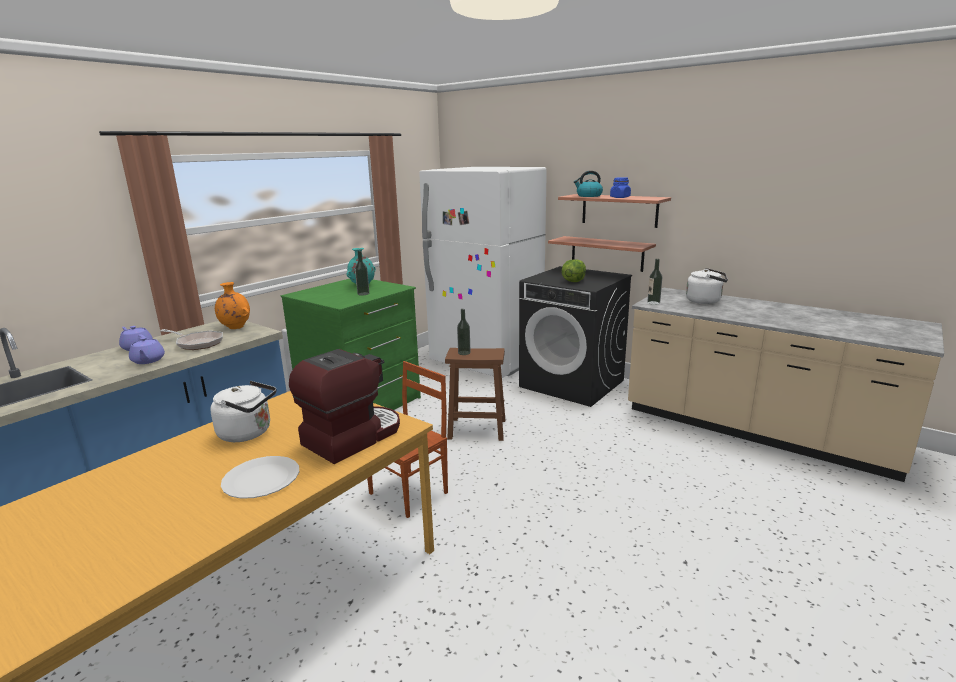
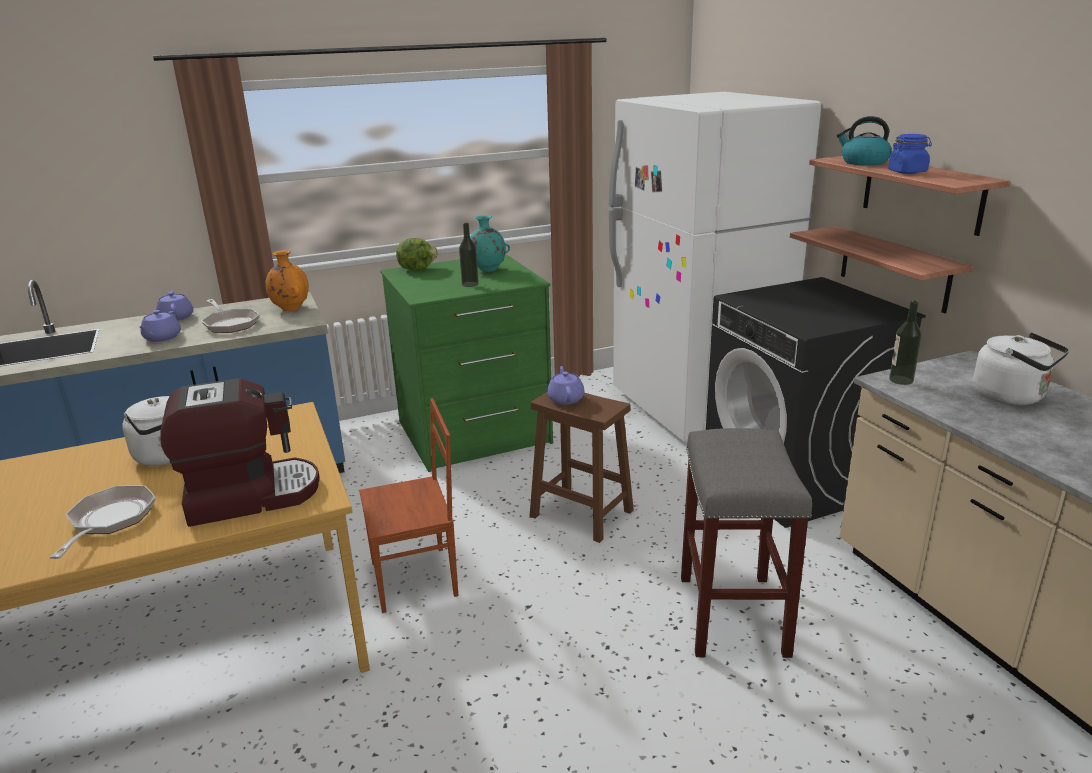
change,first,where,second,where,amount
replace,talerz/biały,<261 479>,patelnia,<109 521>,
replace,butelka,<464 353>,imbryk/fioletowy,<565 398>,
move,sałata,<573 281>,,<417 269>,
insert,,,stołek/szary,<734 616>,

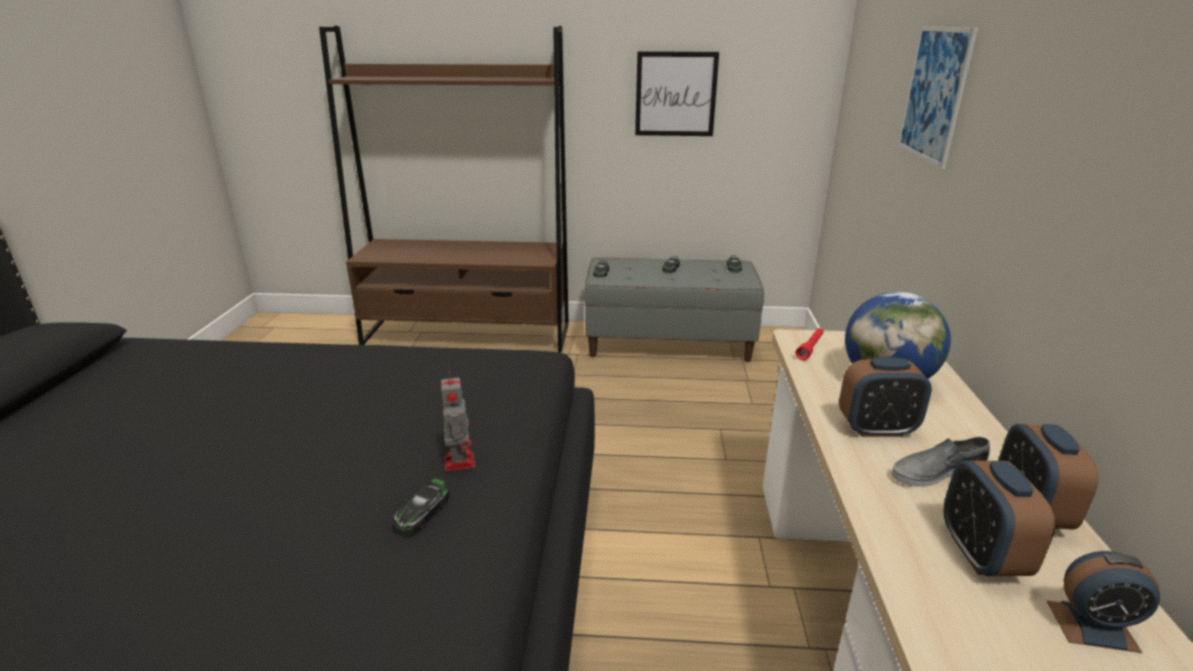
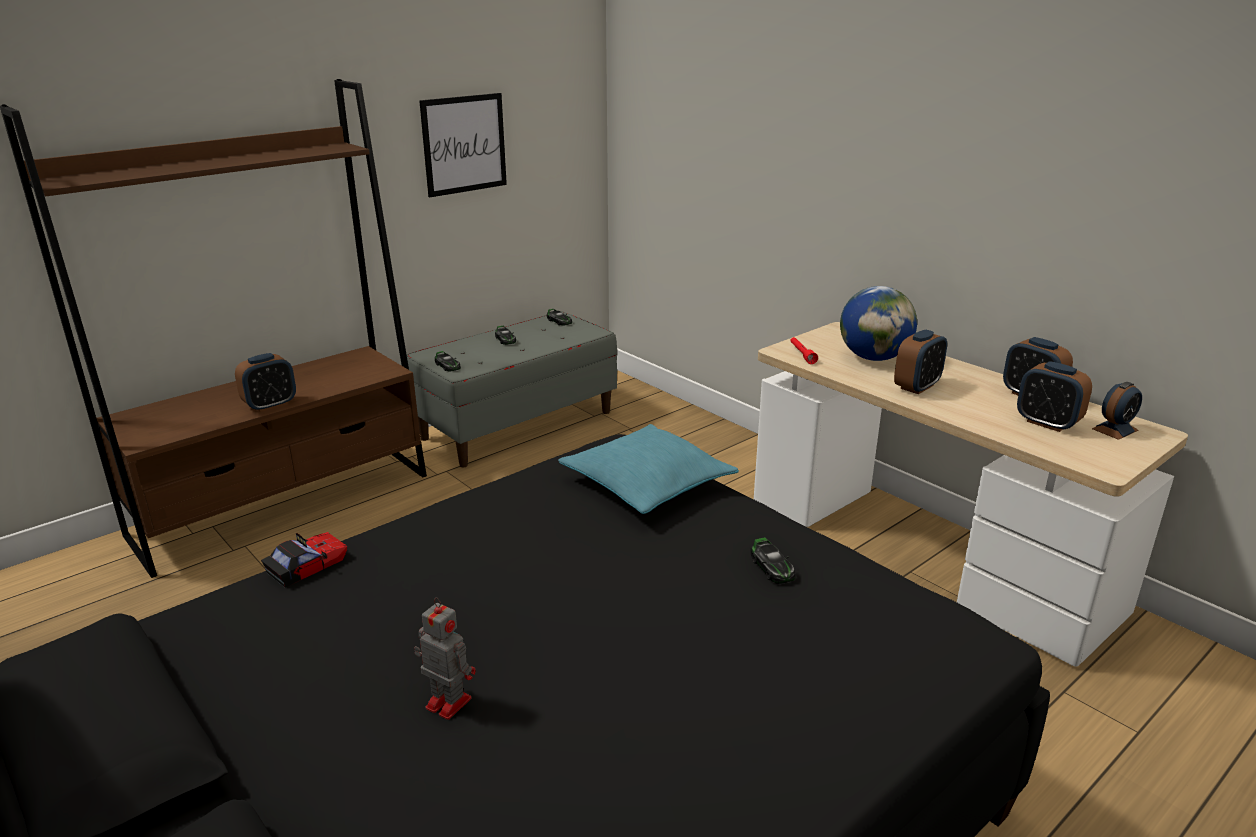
change,first,where,second,where,amount
move,robot zabawkowy,<459 461>,,<446 702>,
delete,but/szary,<936 471>,,,
delete,obraz,<934 94>,,,
insert,,,budzik,<270 405>,
insert,,,samochodzik,<306 565>,
insert,,,poduszka/turkusowy,<647 483>,

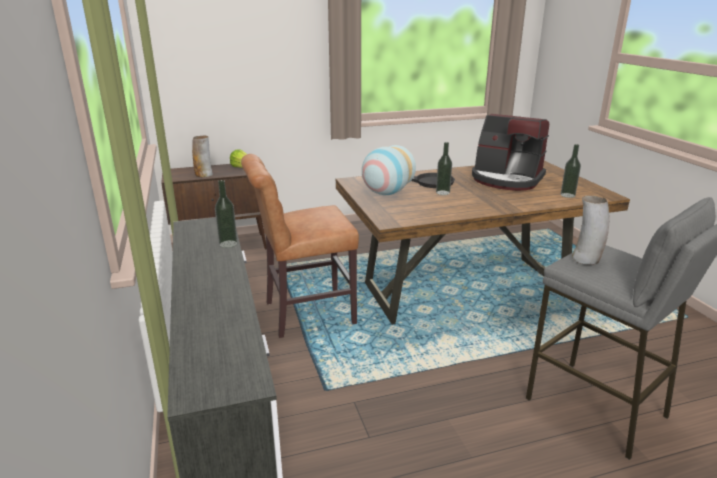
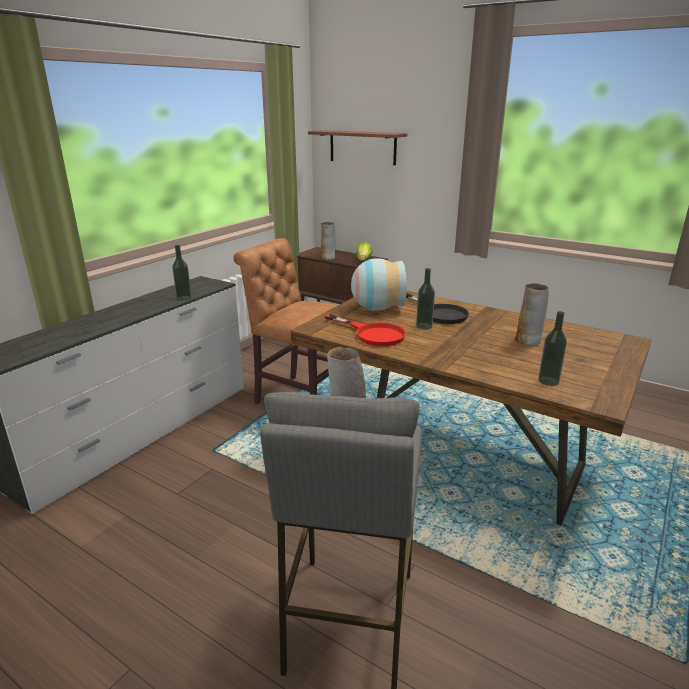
change,first,where,second,where,amount
replace,ekspres do kawy,<506 179>,wazon,<528 340>,
insert,,,półka,<362 147>,
insert,,,patelnia/czerwony,<373 334>,

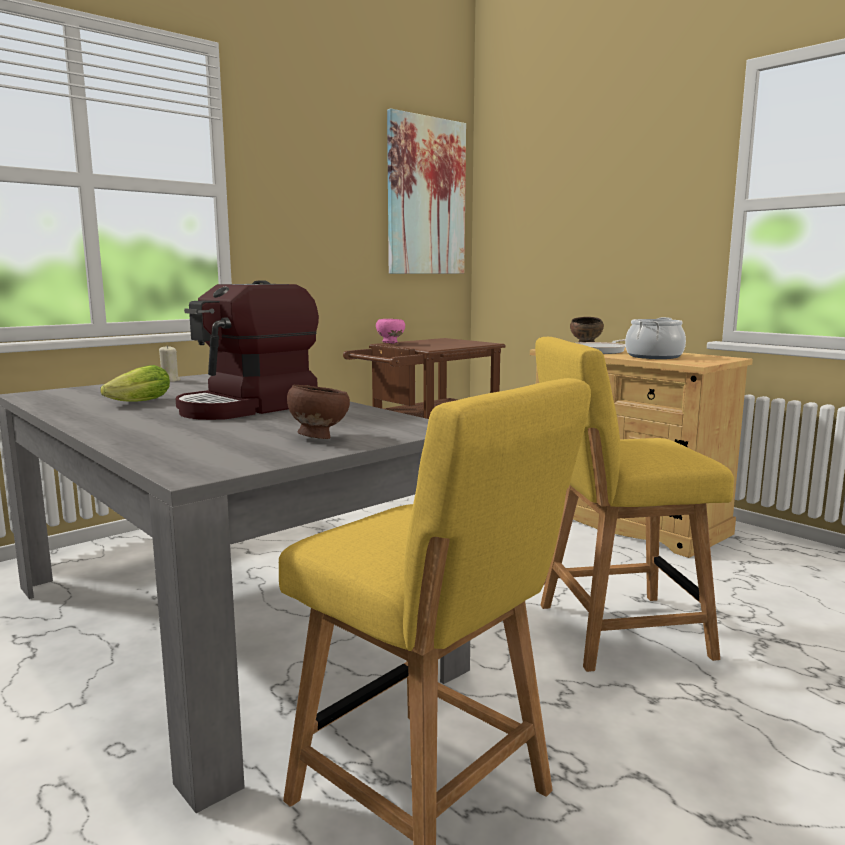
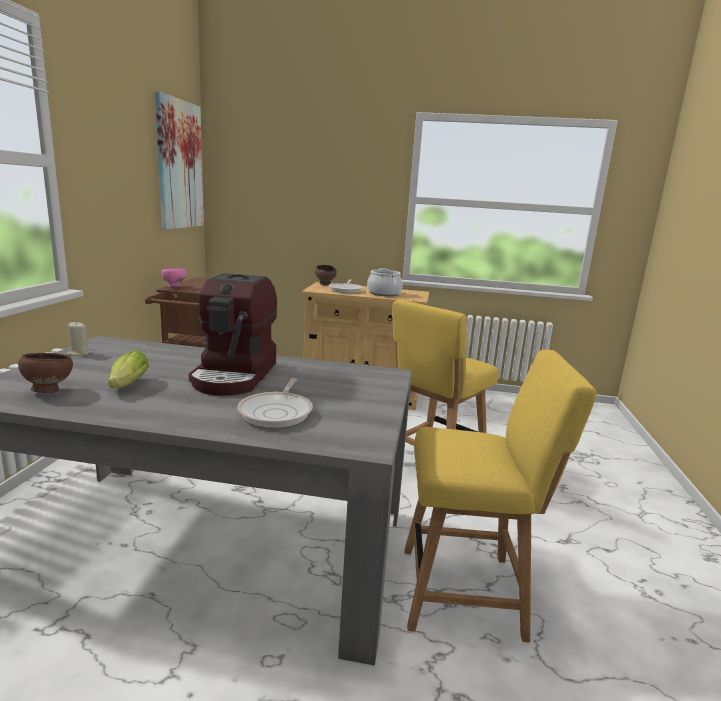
change,first,where,second,where,amount
move,miska/brązowy,<318 438>,,<48 391>,
insert,,,patelnia,<277 412>,

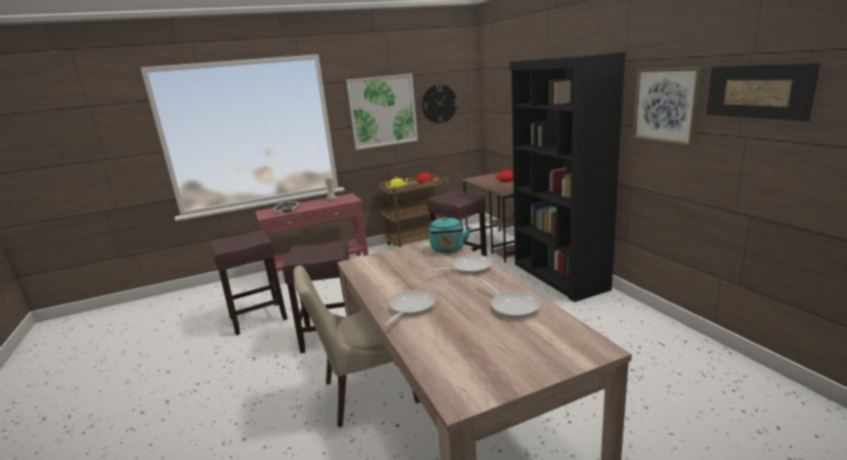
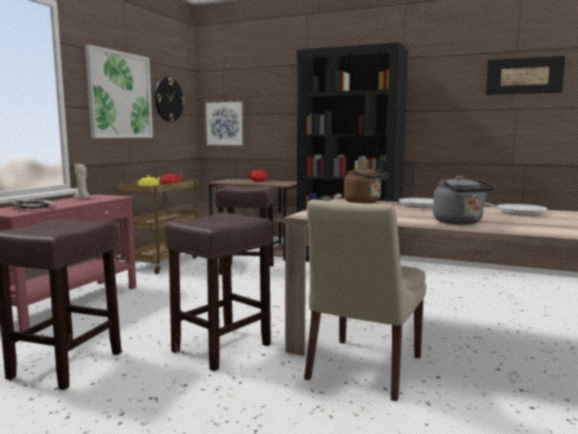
change,first,where,second,where,amount
replace,patelnia,<410 308>,czajnik/szary,<460 223>,
recolor,czajnik/turkusowy,<448 250>,czajnik/brązowy,<364 202>,
move,obraz,<665 105>,,<224 123>,

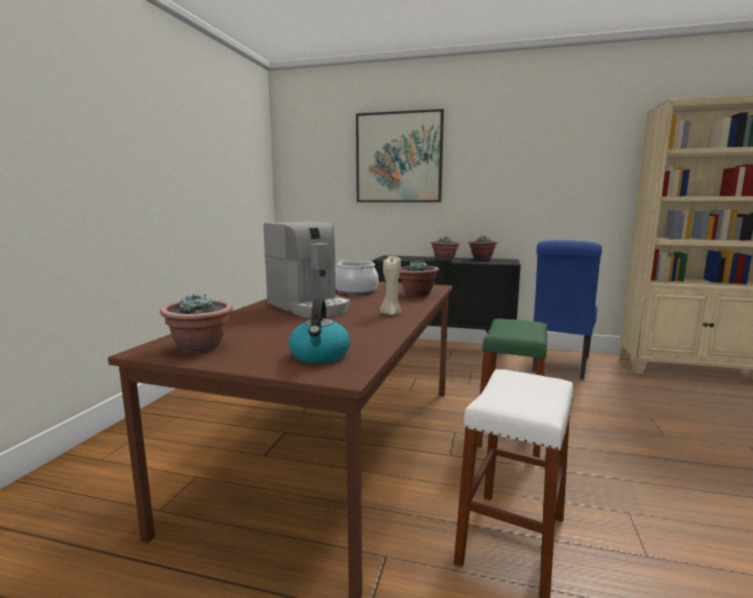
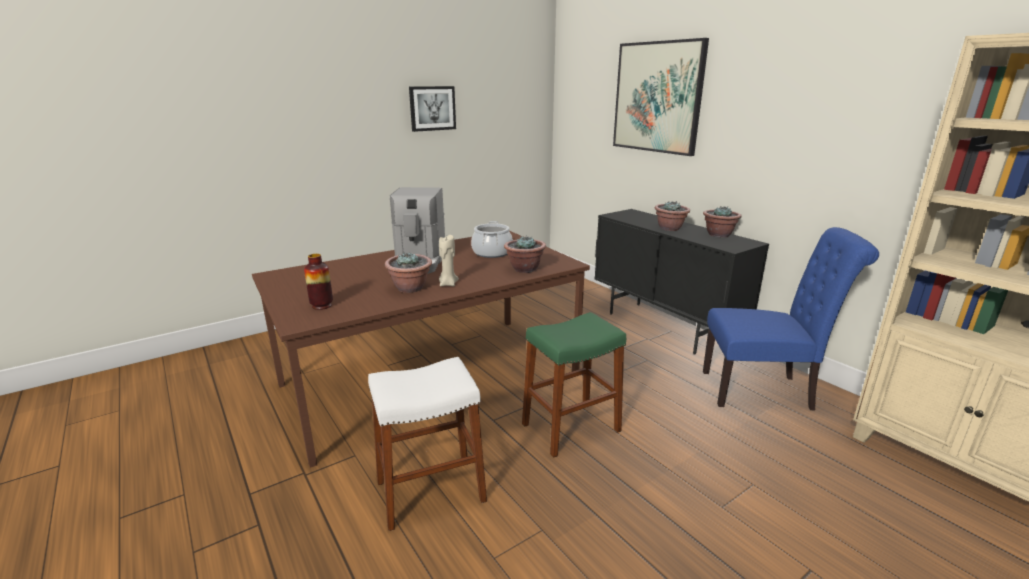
change,first,where,second,where,amount
move,roślina doniczkowa,<200 347>,,<410 288>,
replace,czajnik,<320 355>,wazon,<322 306>,
rotate,krzesło/niebieski,<559 365>,,<763 391>,150 degrees counterclockwise
insert,,,obraz,<432 108>,

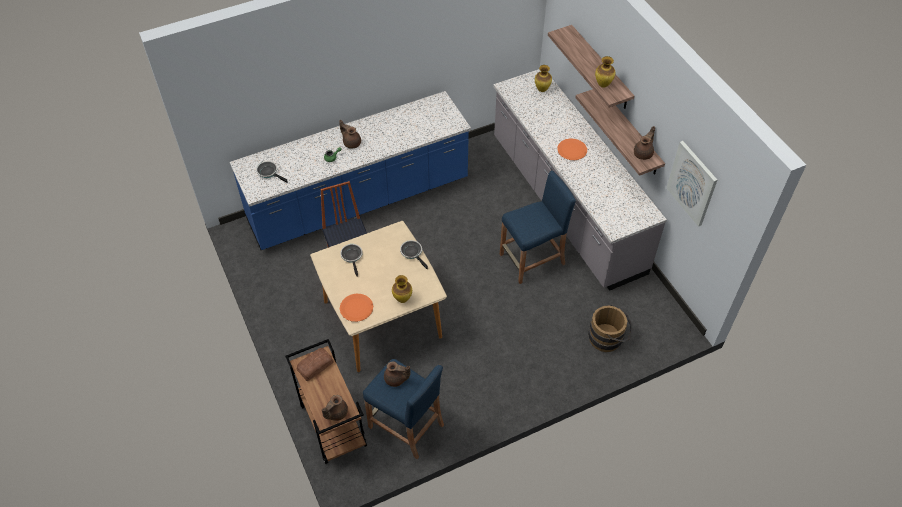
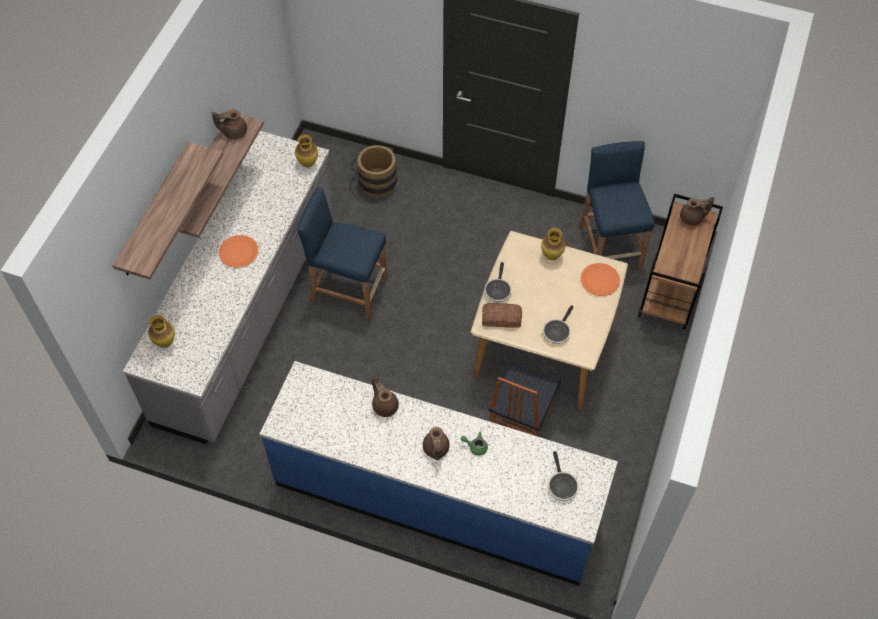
change,first,where,second,where,amount
move,chleb,<314 366>,,<502 319>,
move,imbryk/brązowy,<396 379>,,<385 405>,
move,wazon,<603 85>,,<308 164>,
delete,obraz,<692 183>,,,

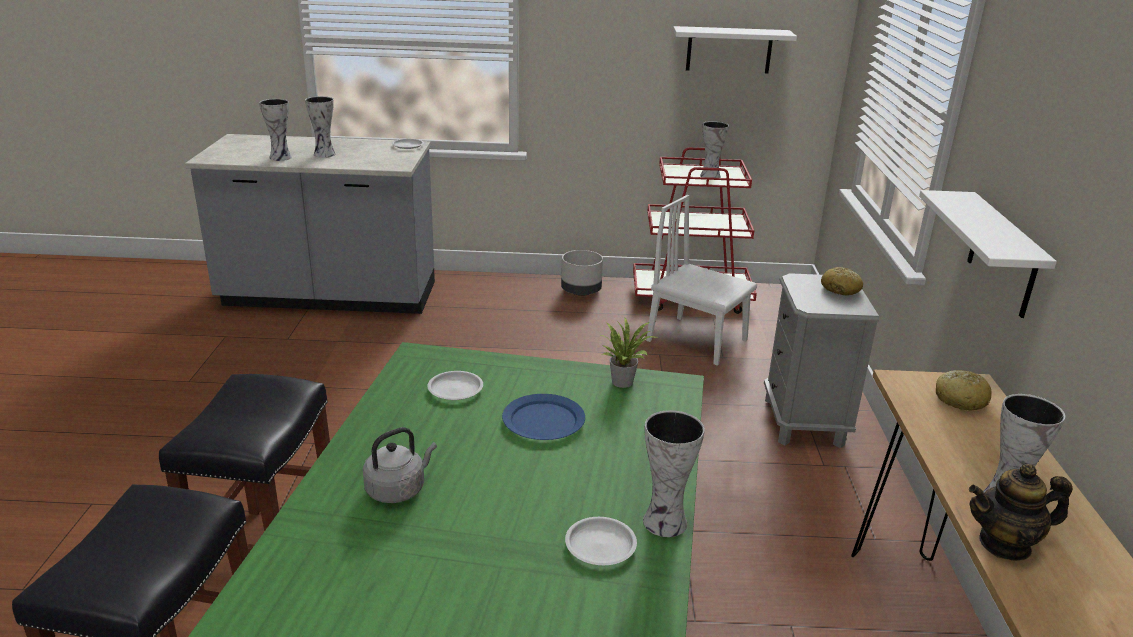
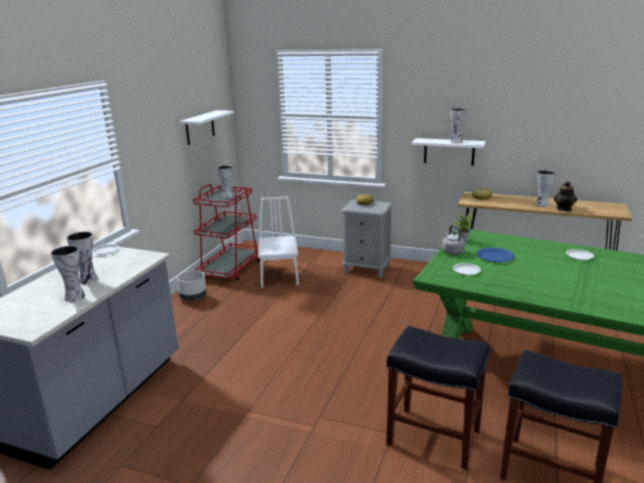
change,first,where,second,where,amount
move,czajnik/szary,<398 489>,,<452 251>,
move,wazon,<663 523>,,<456 142>,
rotate,krzesło/biały,<697 340>,,<279 276>,120 degrees clockwise

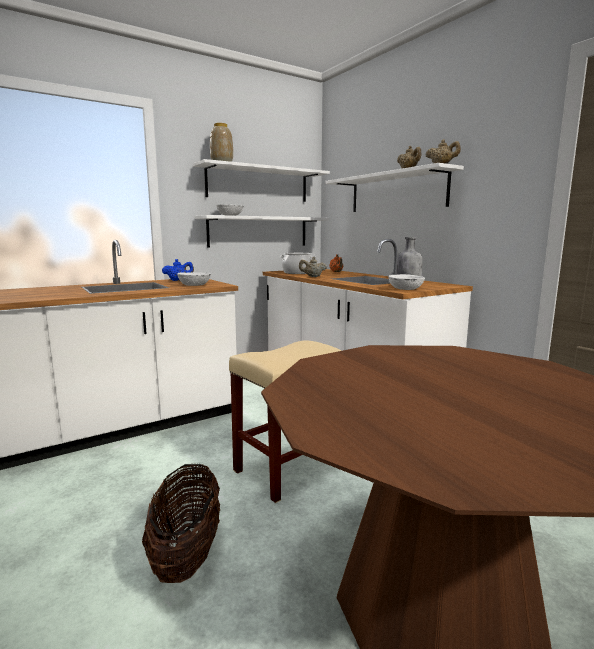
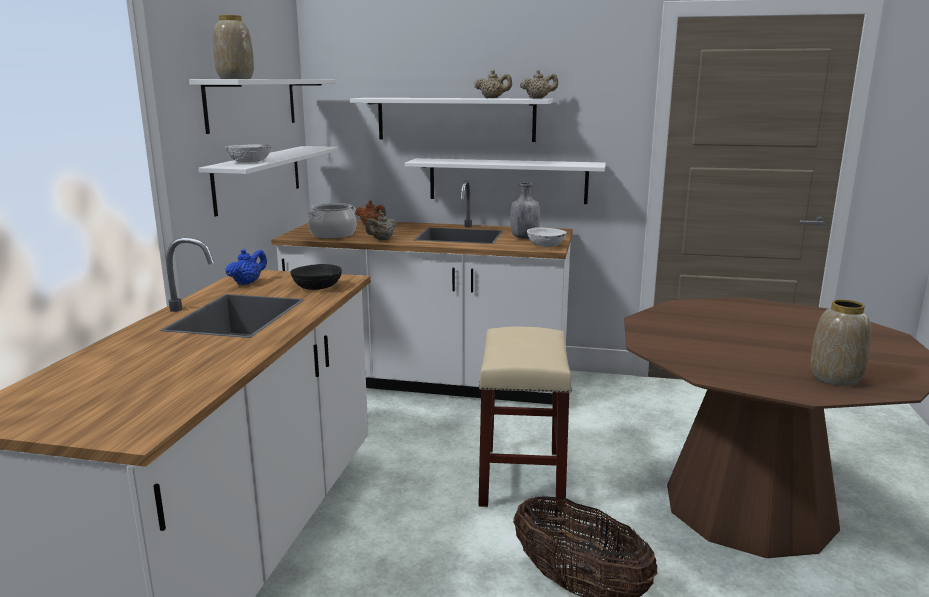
change,first,where,second,where,amount
recolor,miska/biały,<194 285>,miska/czarny,<317 287>,
insert,,,półka/biały,<507 180>,
insert,,,wazon,<835 378>,

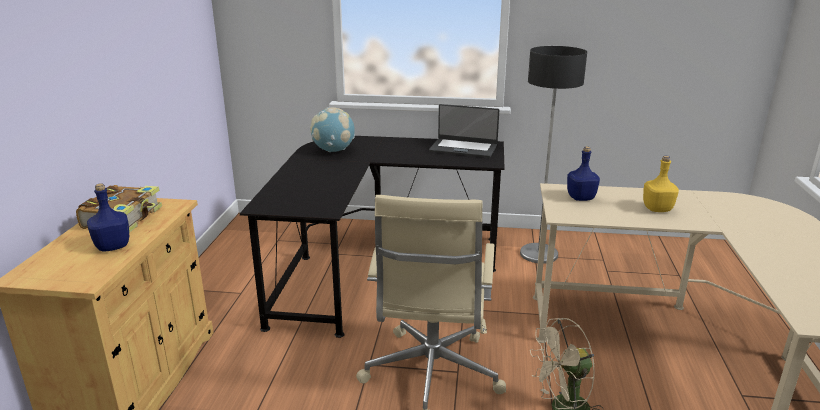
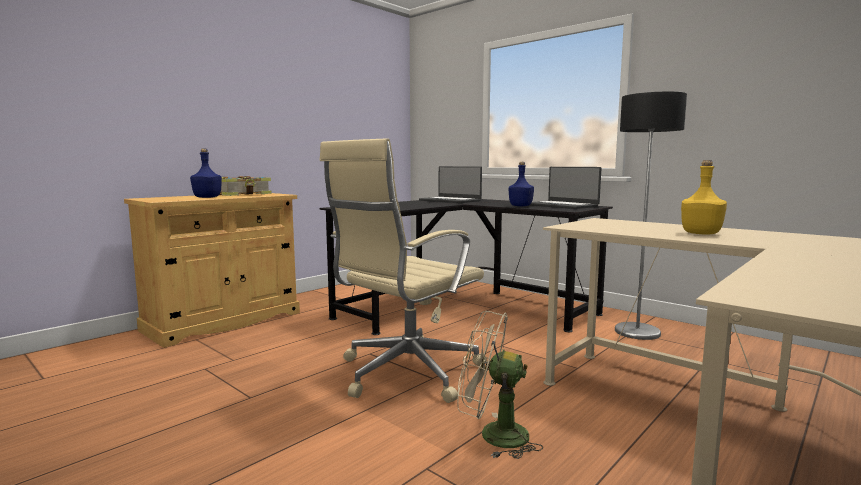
change,first,where,second,where,amount
replace,globus,<333 150>,laptop,<450 200>,
move,butelka/niebieski,<580 198>,,<520 206>,

